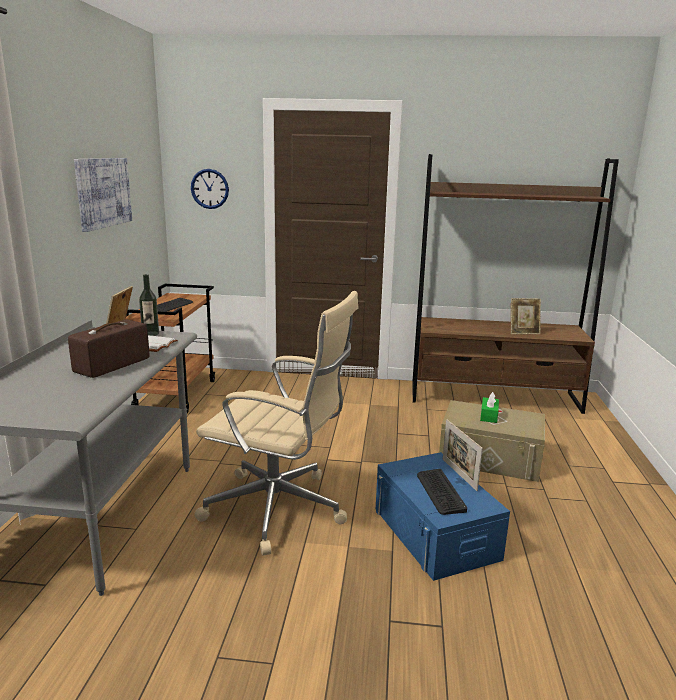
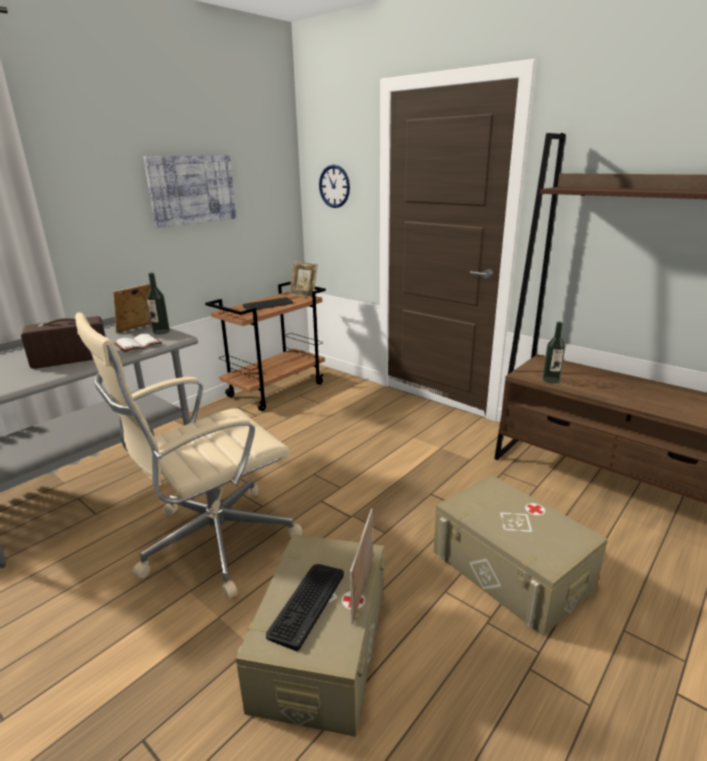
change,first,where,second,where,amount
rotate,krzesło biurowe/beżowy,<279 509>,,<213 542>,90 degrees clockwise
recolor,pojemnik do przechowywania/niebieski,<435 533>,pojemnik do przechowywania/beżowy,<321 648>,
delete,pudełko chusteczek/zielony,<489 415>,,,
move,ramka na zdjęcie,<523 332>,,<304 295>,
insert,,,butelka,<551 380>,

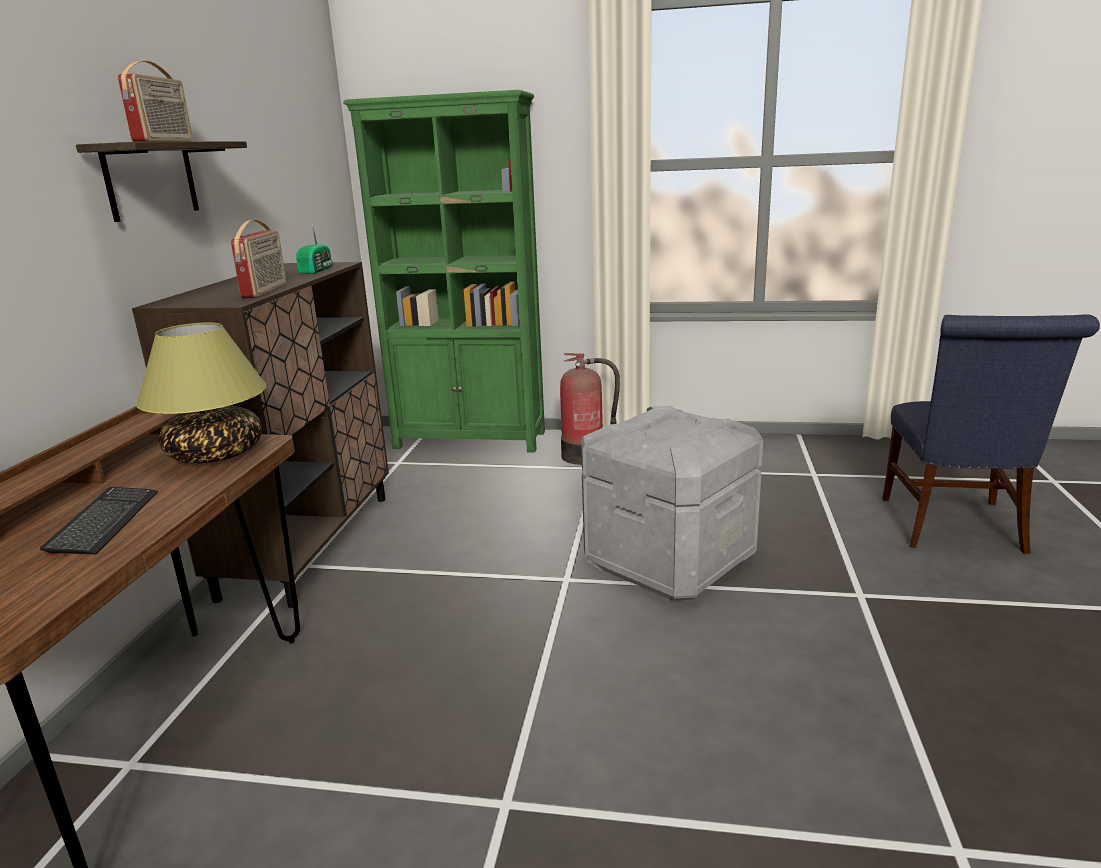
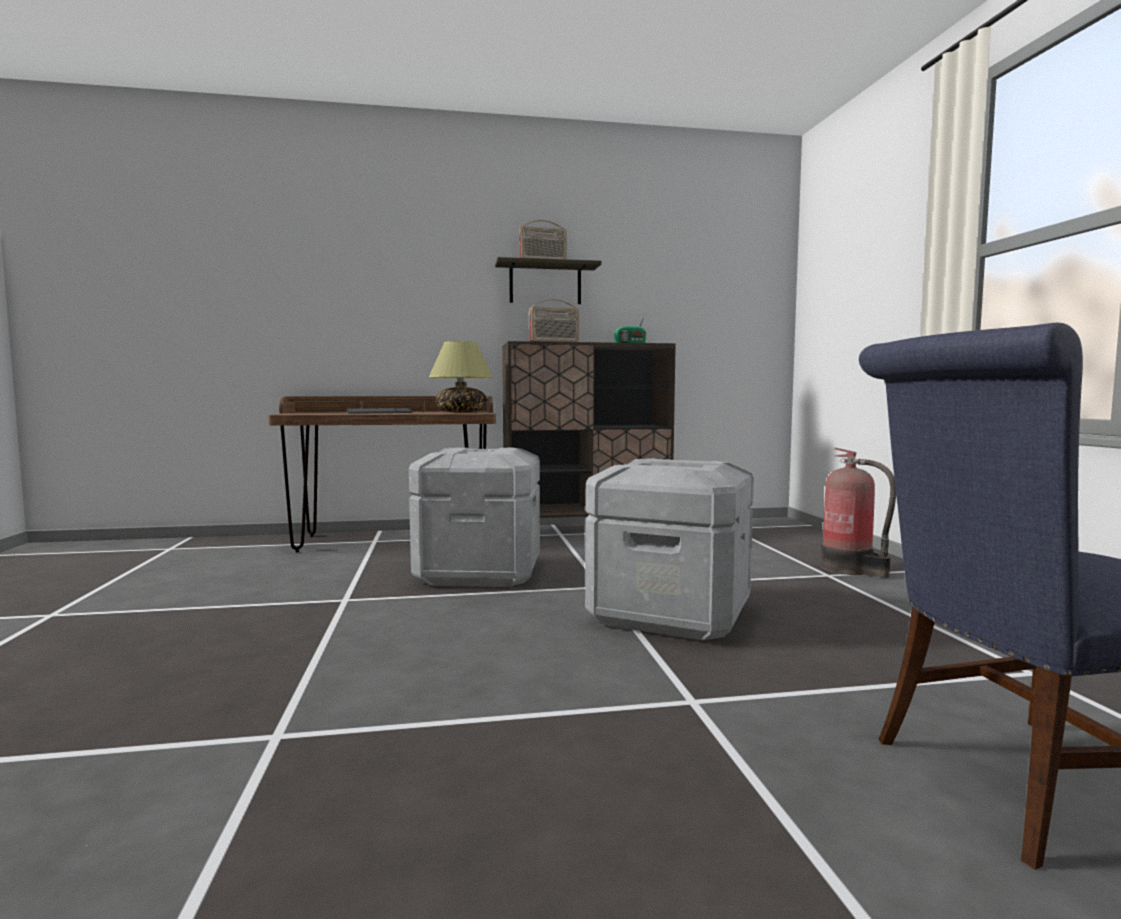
change,first,where,second,where,amount
delete,regał/zielony,<471 440>,,,
insert,,,pojemnik do przechowywania/szary,<479 572>,

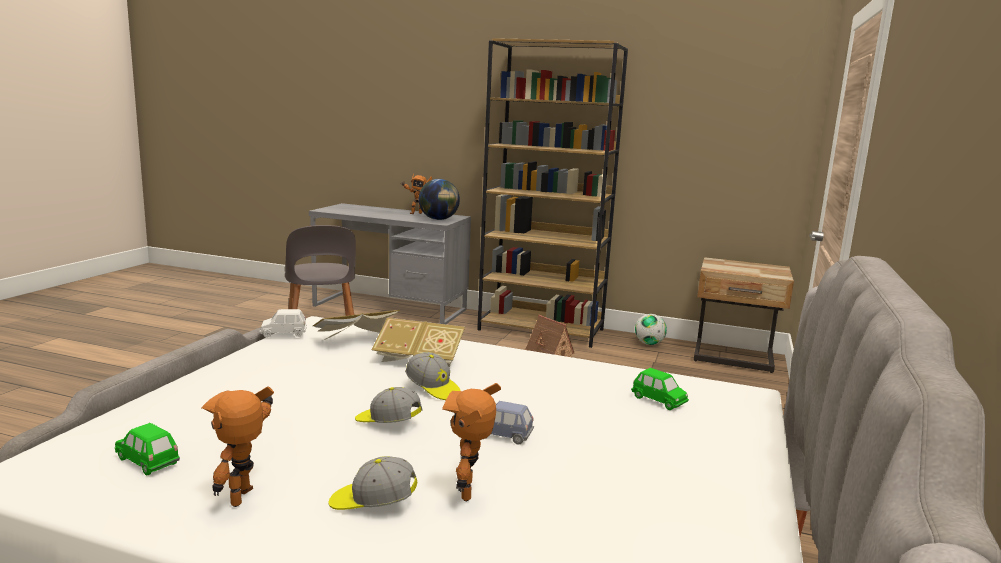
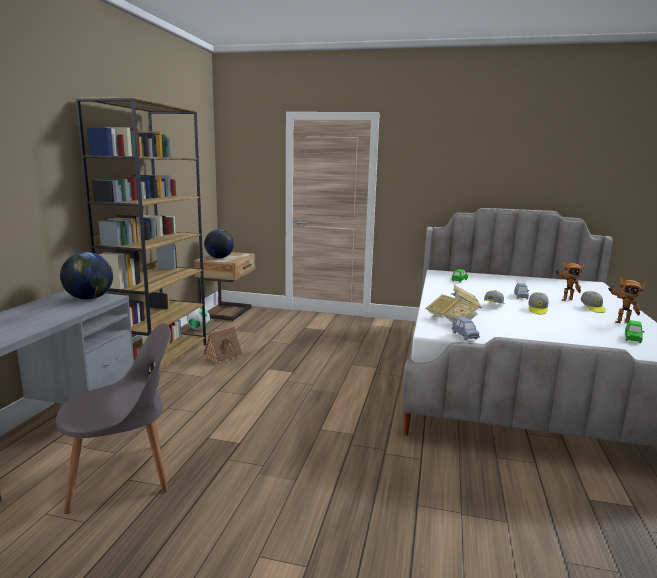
change,first,where,second,where,amount
recolor,samochodzik/biały,<283 334>,samochodzik/niebieski,<464 336>,
delete,robot zabawkowy,<415 213>,,,
insert,,,globus,<219 258>,

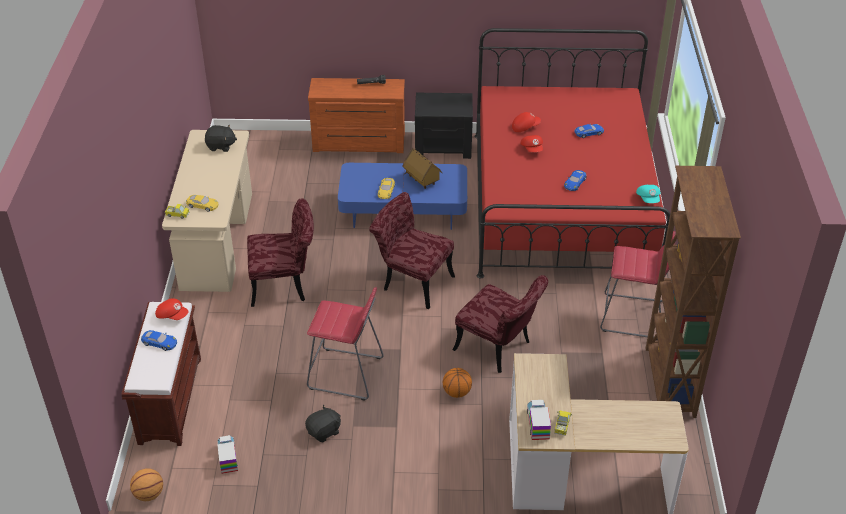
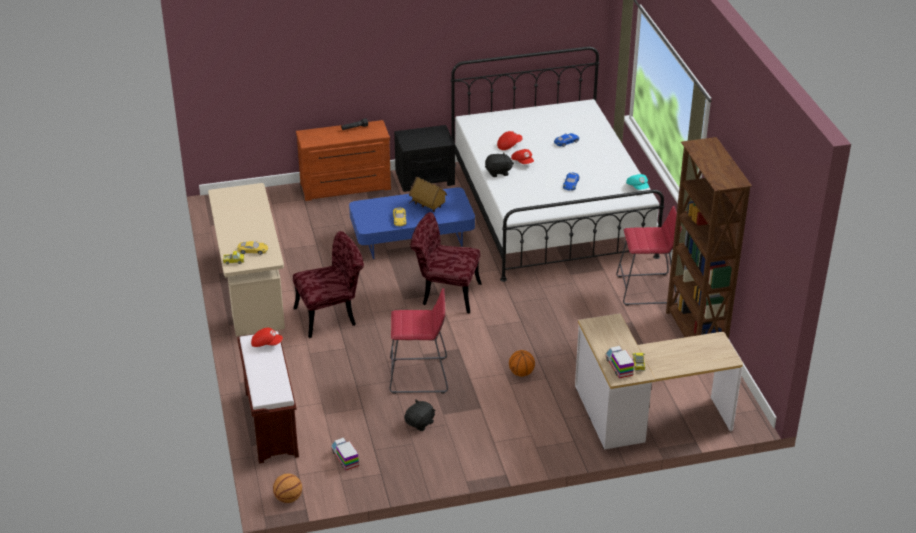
change,first,where,second,where,amount
delete,samochodzik/niebieski,<159 342>,,,
move,pluszak/czarny,<221 146>,,<498 172>,
delete,krzesło/czerwony,<499 349>,,,
recolor,łóżko/czerwony,<561 202>,łóżko/biały,<550 209>,

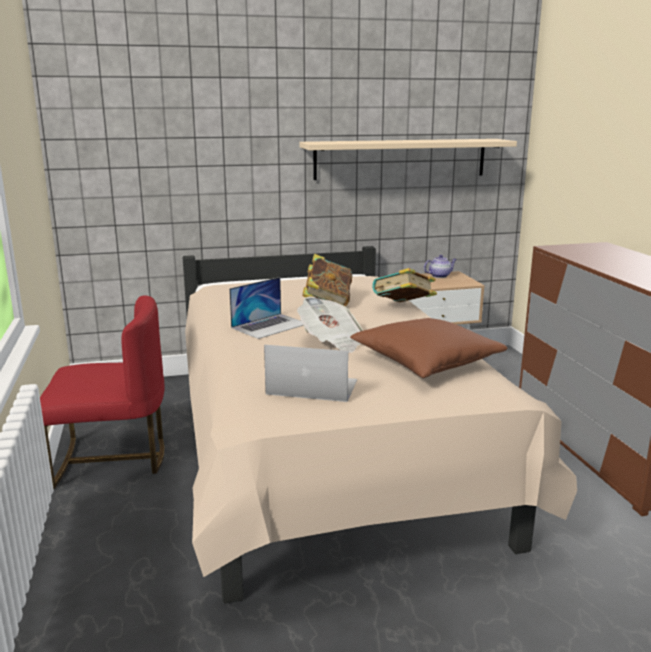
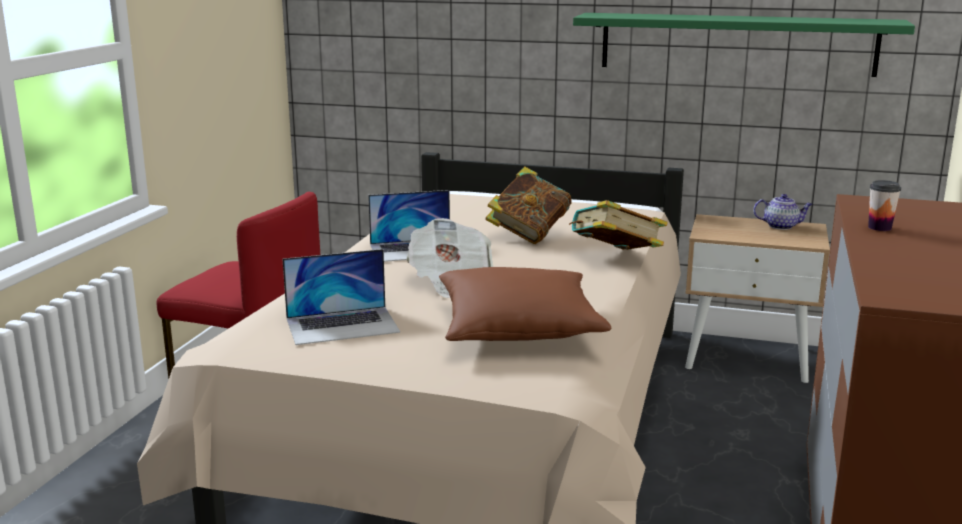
change,first,where,second,where,amount
rotate,laptop,<312 387>,,<342 325>,120 degrees clockwise
recolor,półka/beżowy,<400 159>,półka/zielony,<736 44>,
insert,,,filiżanka,<879 228>,

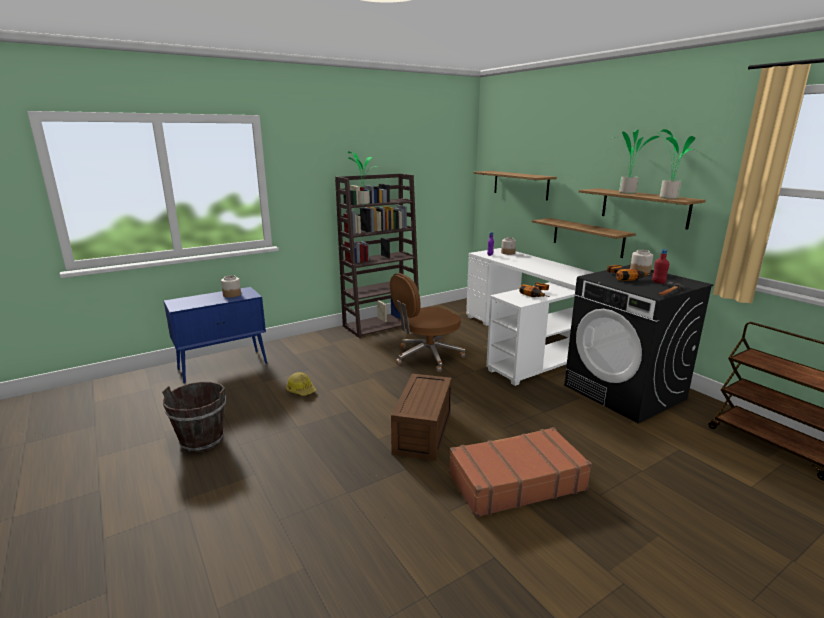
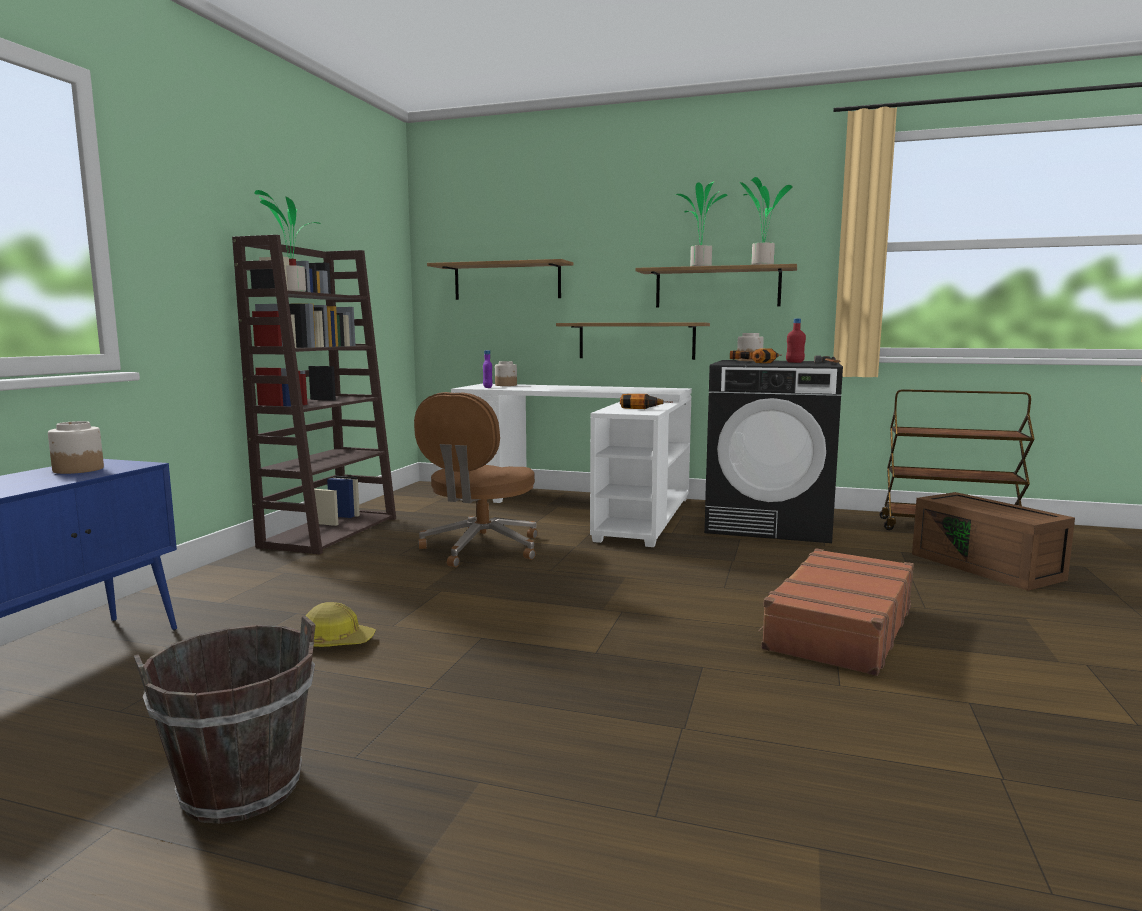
change,first,where,second,where,amount
move,pojemnik do przechowywania/brązowy,<424 433>,,<988 567>,

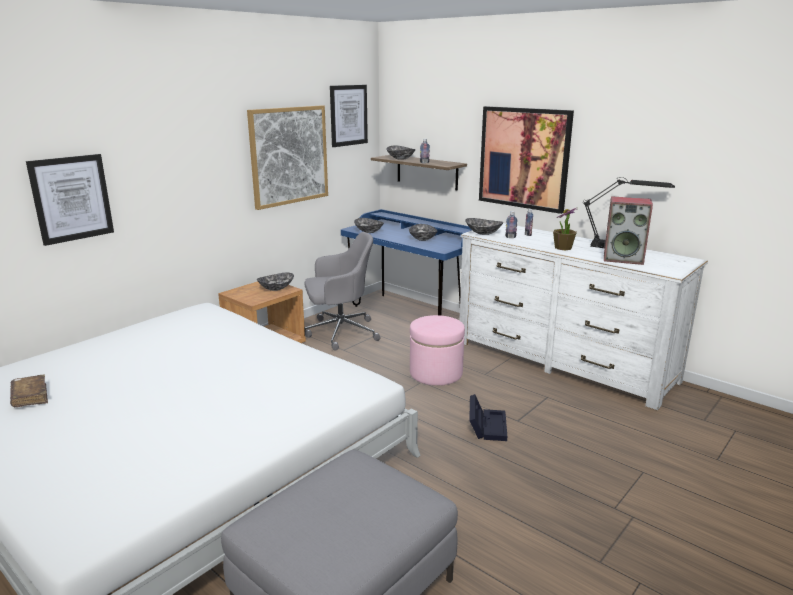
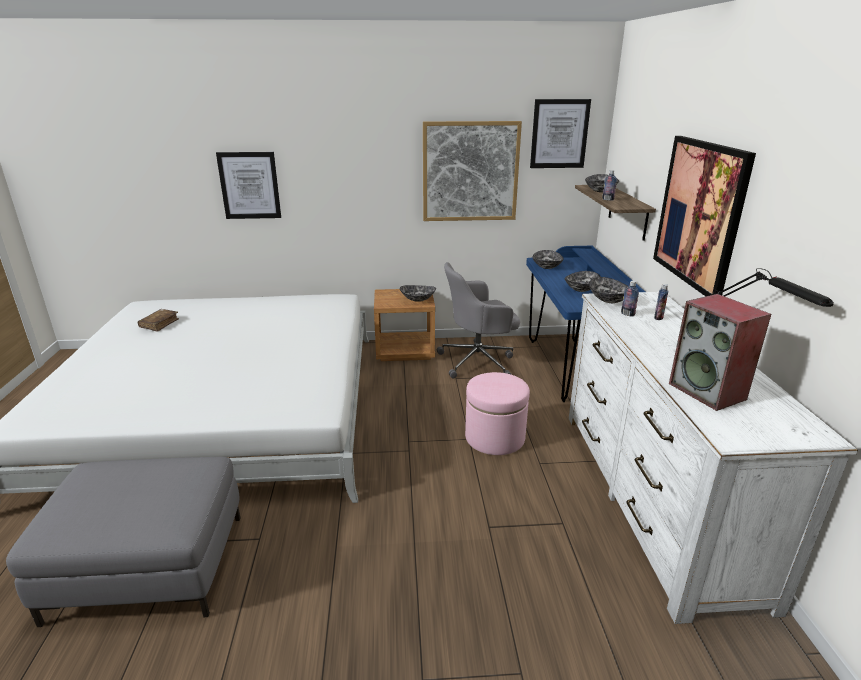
change,first,where,second,where,amount
rotate,krzesło biurowe/szary,<340 332>,,<478 361>,135 degrees clockwise
delete,pojemnik do przechowywania/czarny,<486 425>,,,
delete,roślina doniczkowa,<563 248>,,,

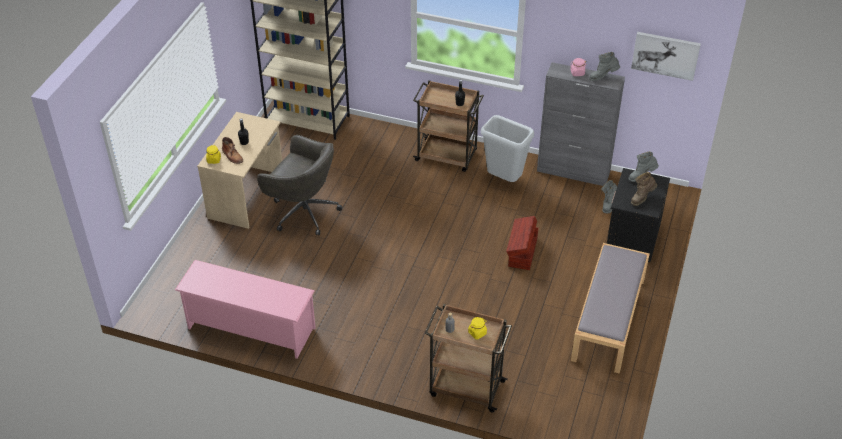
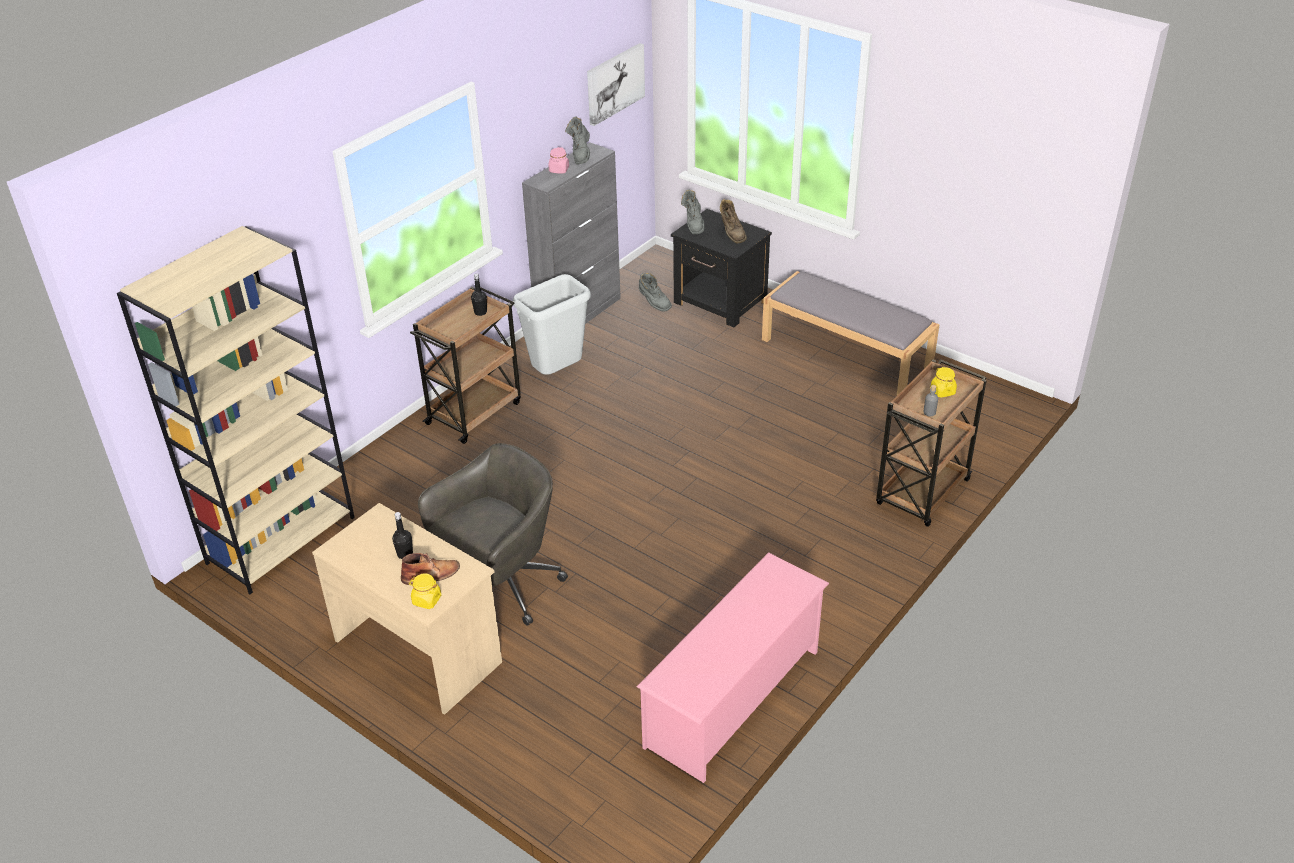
change,first,where,second,where,amount
delete,pojemnik do przechowywania/brązowy,<522 252>,,,

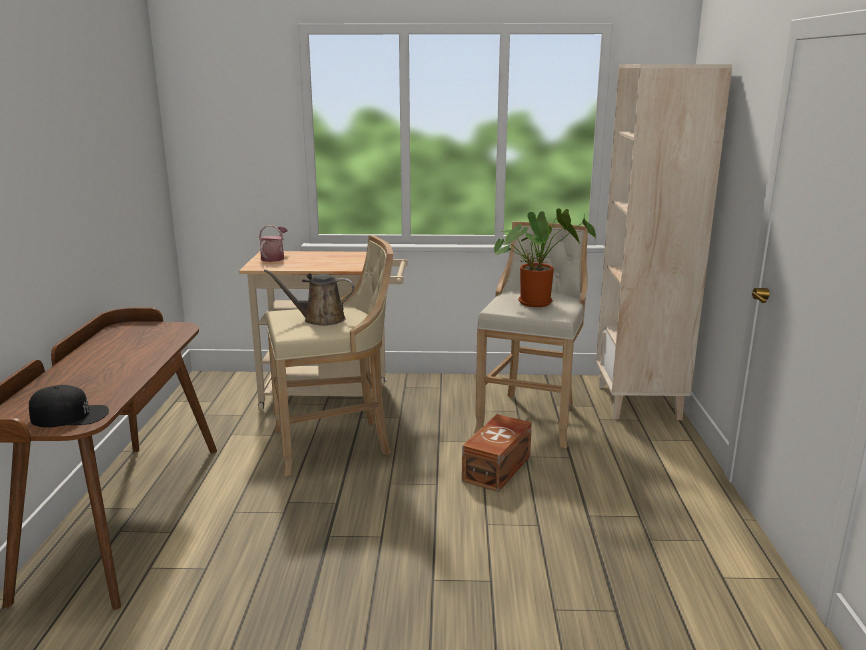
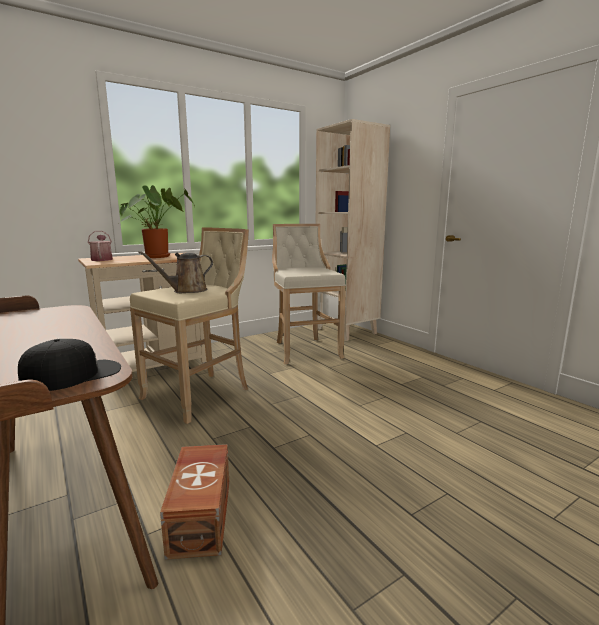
change,first,where,second,where,amount
move,pojemnik do przechowywania/brązowy,<498 468>,,<202 515>,
move,roślina doniczkowa,<537 302>,,<158 256>,

